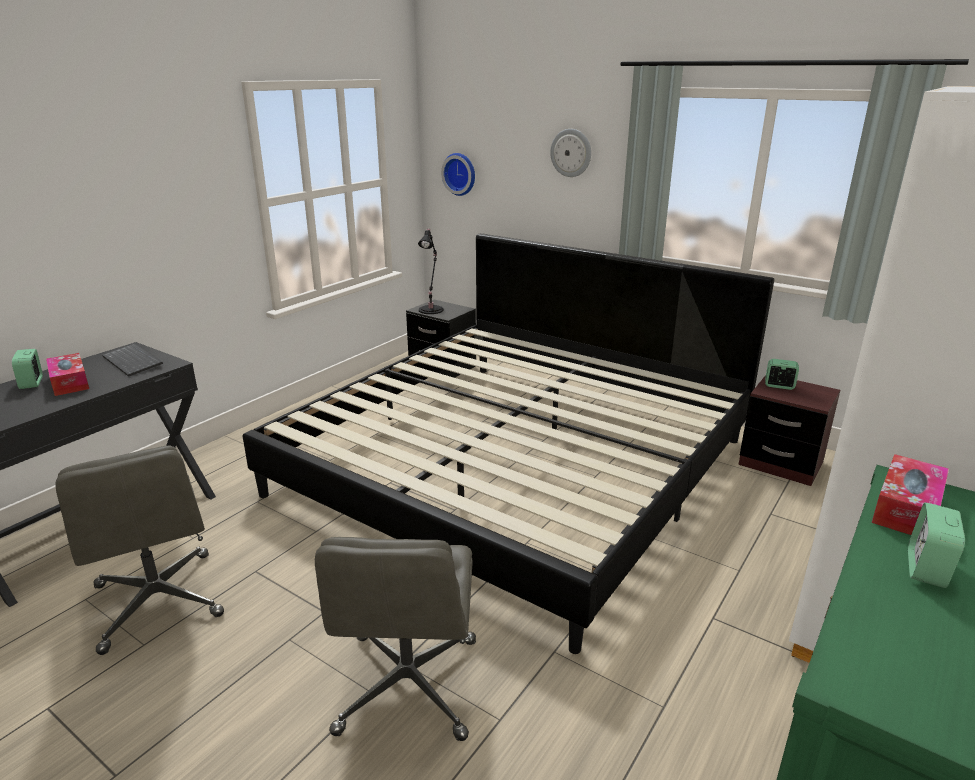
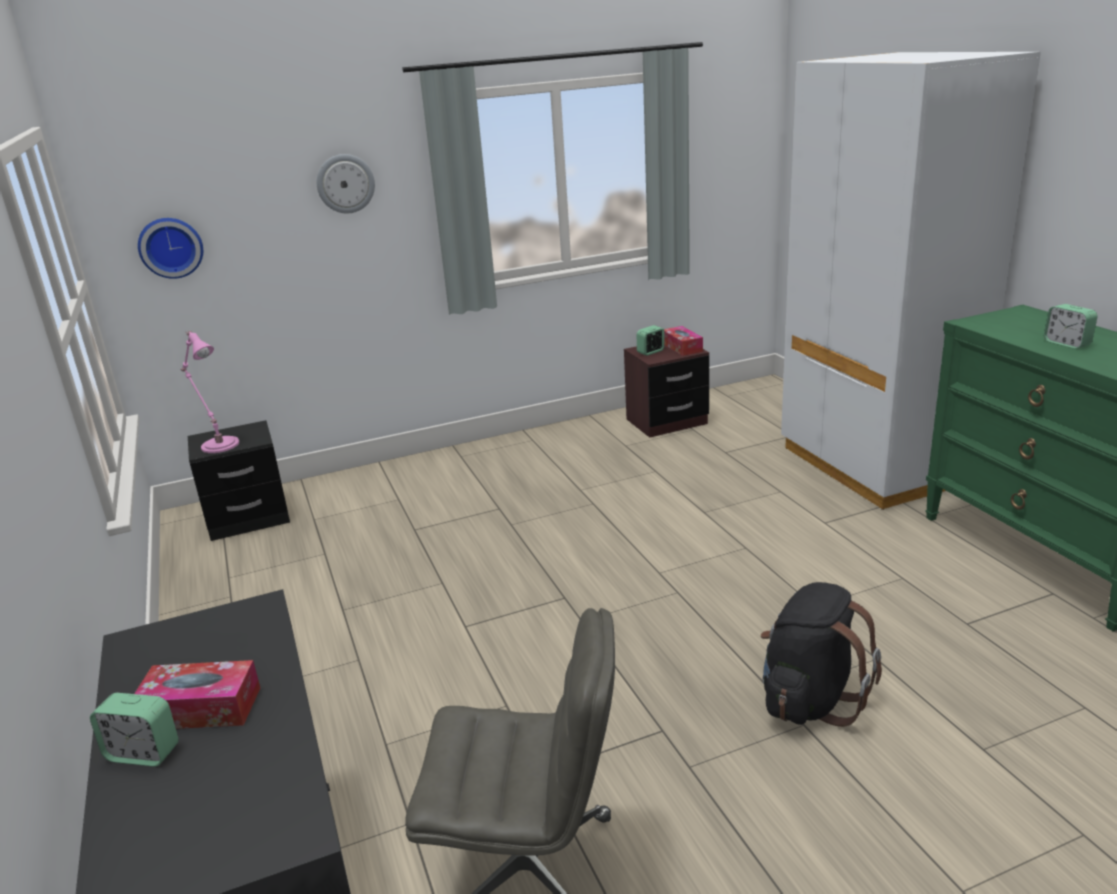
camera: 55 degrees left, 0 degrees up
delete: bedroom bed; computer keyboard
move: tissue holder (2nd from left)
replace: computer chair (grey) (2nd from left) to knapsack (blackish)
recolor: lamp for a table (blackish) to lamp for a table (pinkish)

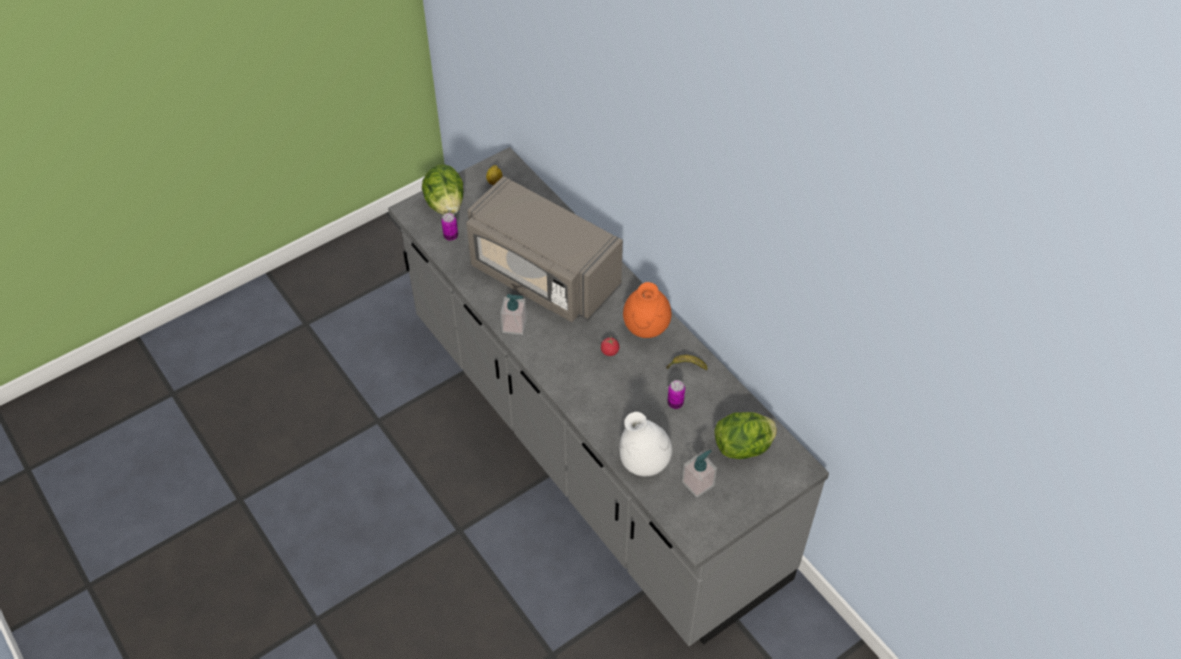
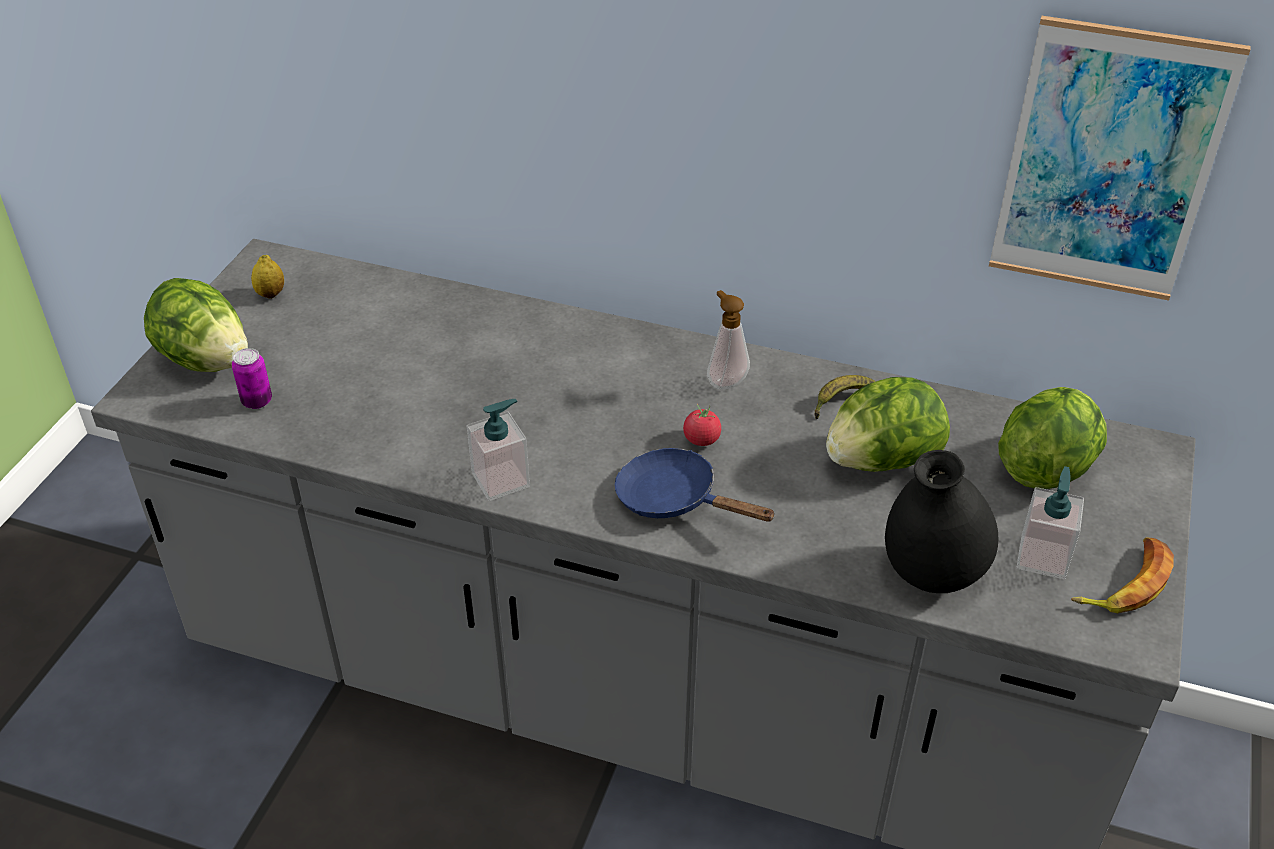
camera: 35 degrees left, 10 degrees down
delete: microwave oven (grey)
insert: picture; pan (blue); banana (2nd from left)
replace: flower vase (orange-coloured) to soap dispenser (2nd from left); sealed can (2nd from left) to lettuce (2nd from left)
recolor: flower vase (white) to flower vase (blackish)

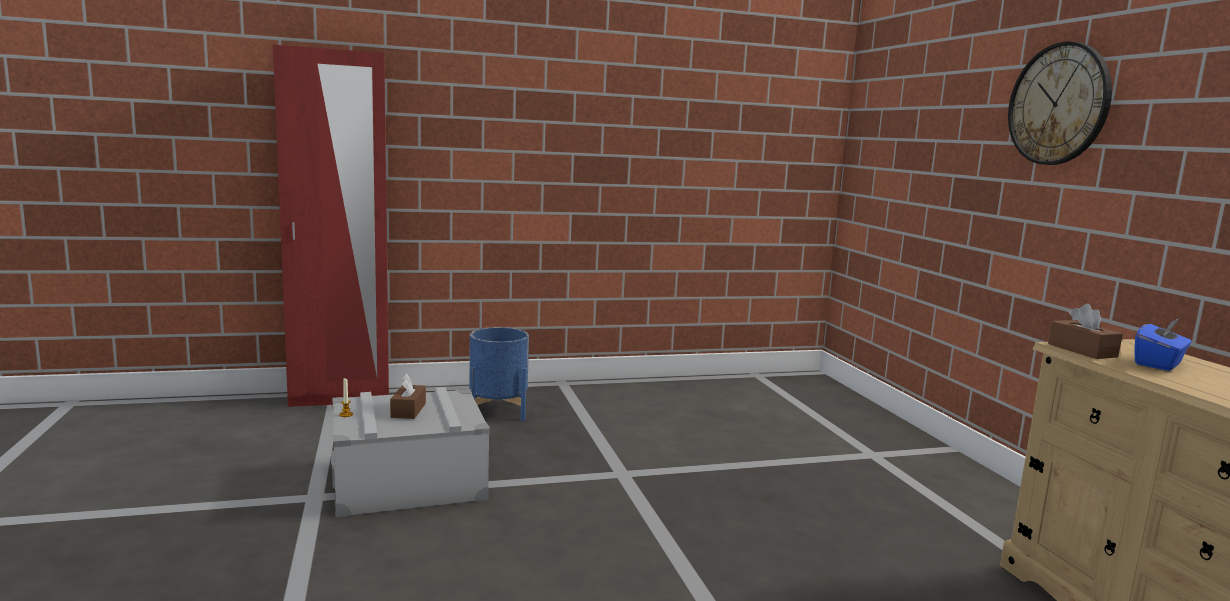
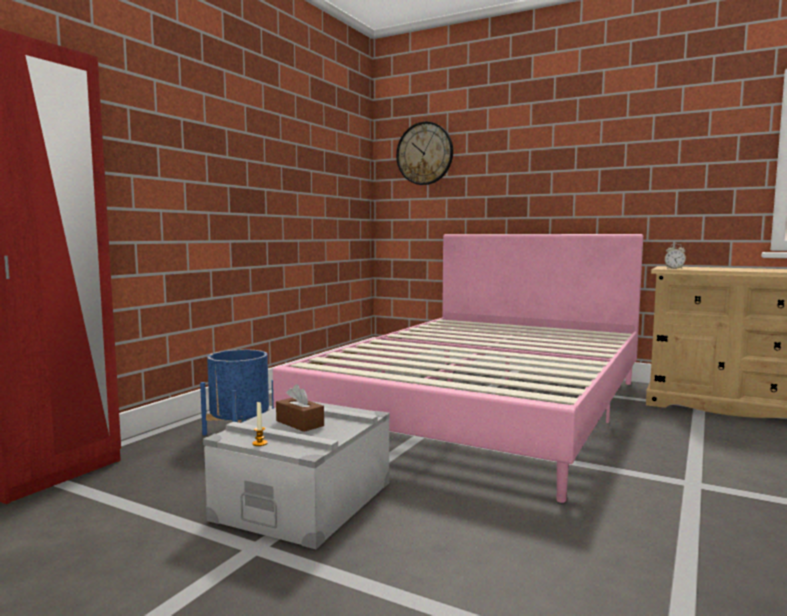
camera: 45 degrees left, 5 degrees down
delete: tissue holder (blue)
insert: bedroom bed (pinkish)
move: hanging clock
replace: tissue holder (brown-coloured) (2nd from left) to alarm clock

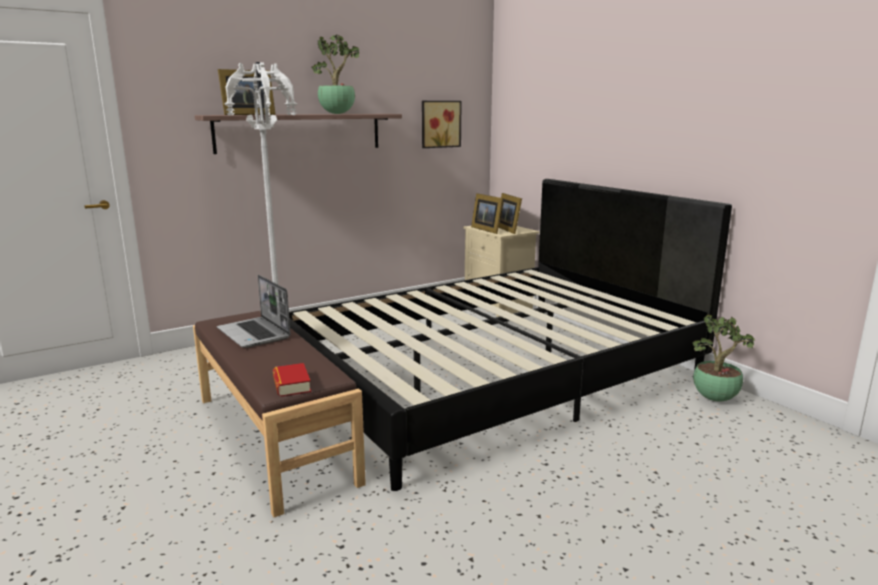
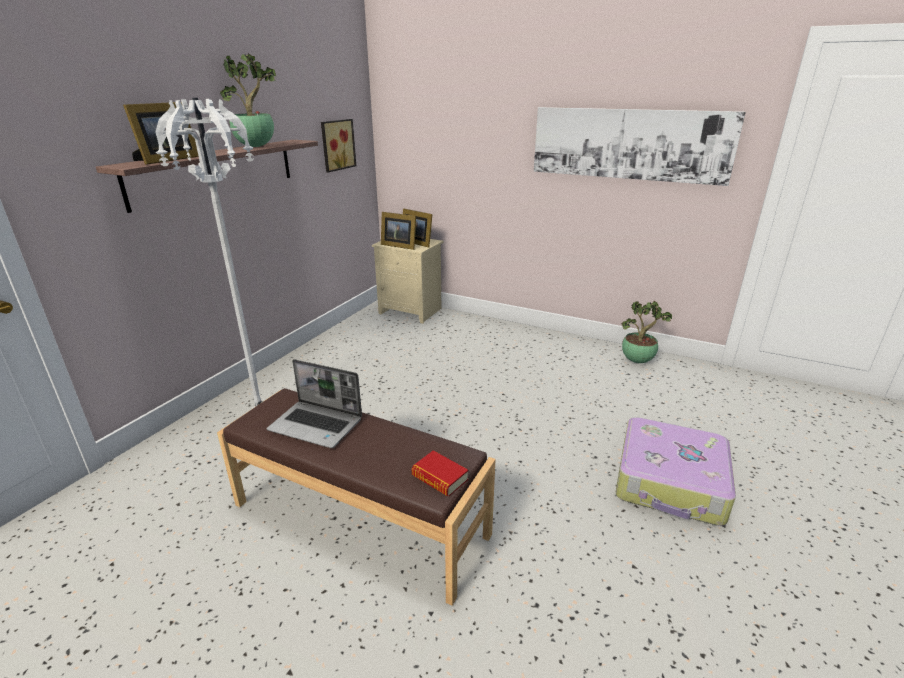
camera: 30 degrees left, 10 degrees up
delete: bedroom bed (blackish)
insert: picture (2nd from left); piece of luggage

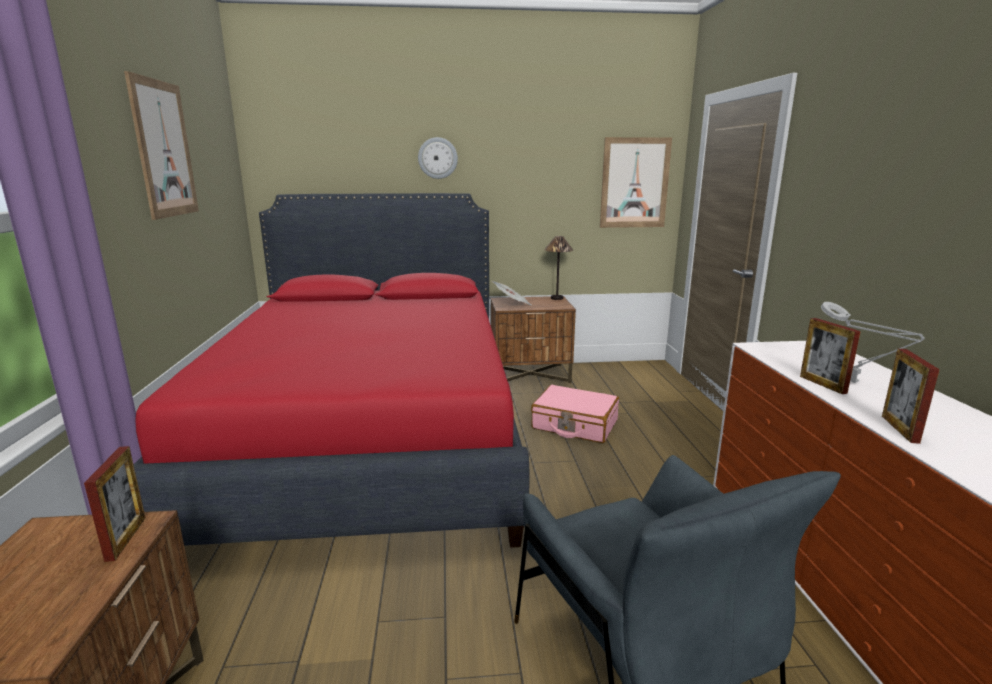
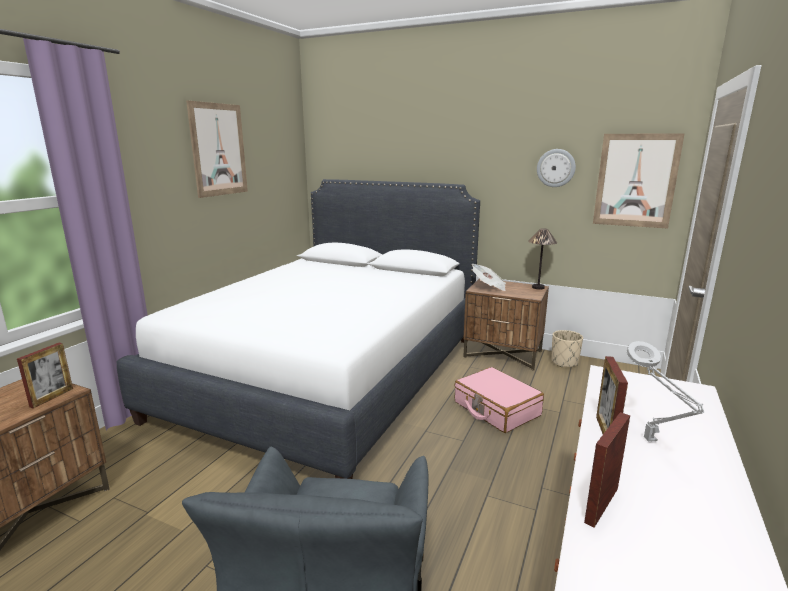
camera: 30 degrees right, 0 degrees up
insert: plant pot (beige-coloured)
move: hanging clock
recolor: bedroom bed (red-coloured) to bedroom bed (white)

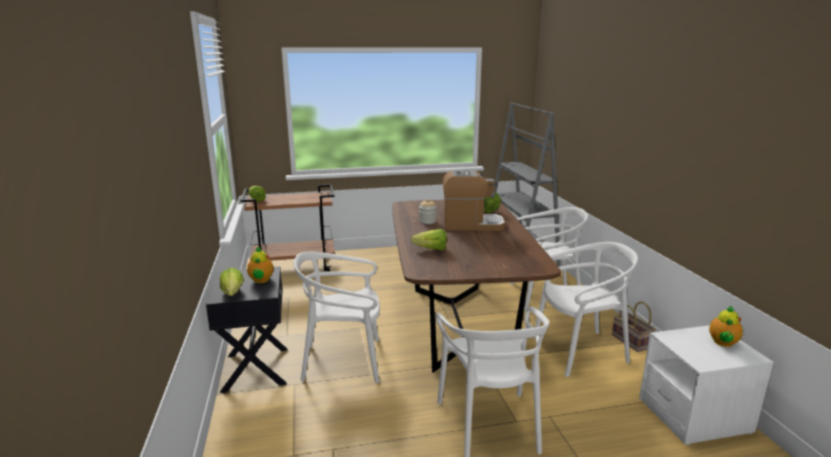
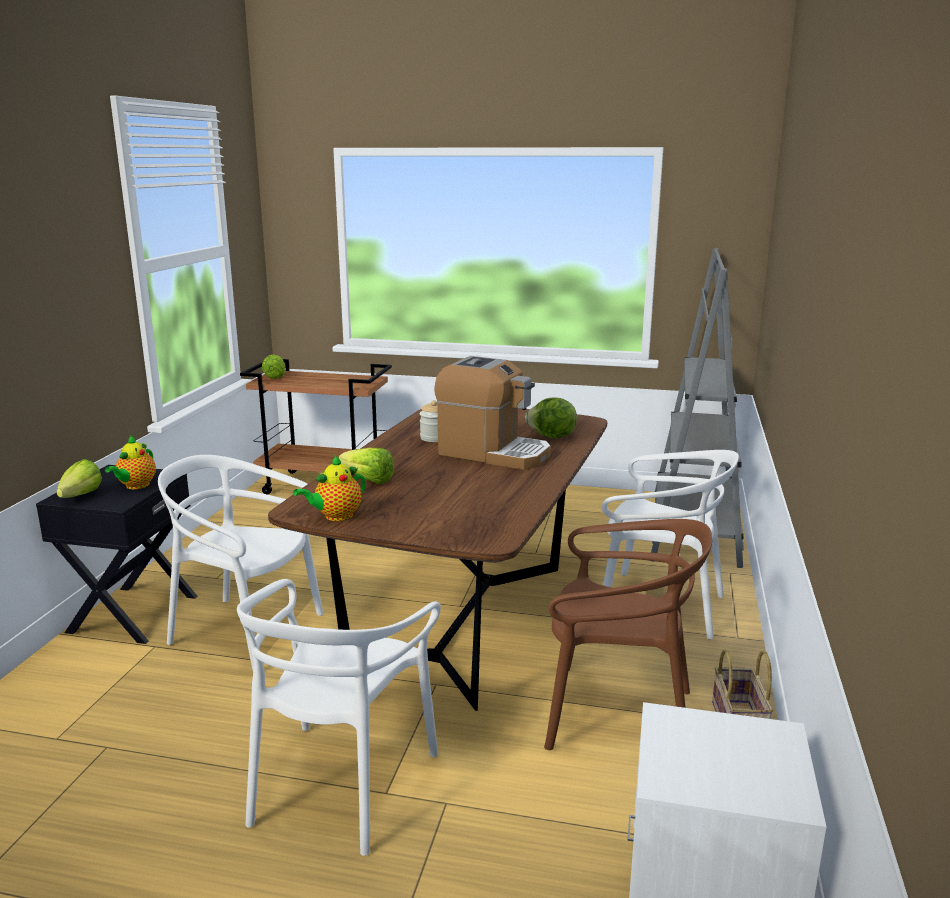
camera: 25 degrees right, 0 degrees up
move: pot for tea (2nd from left)
recolor: chair (white) (4th from left) to chair (brown-coloured)

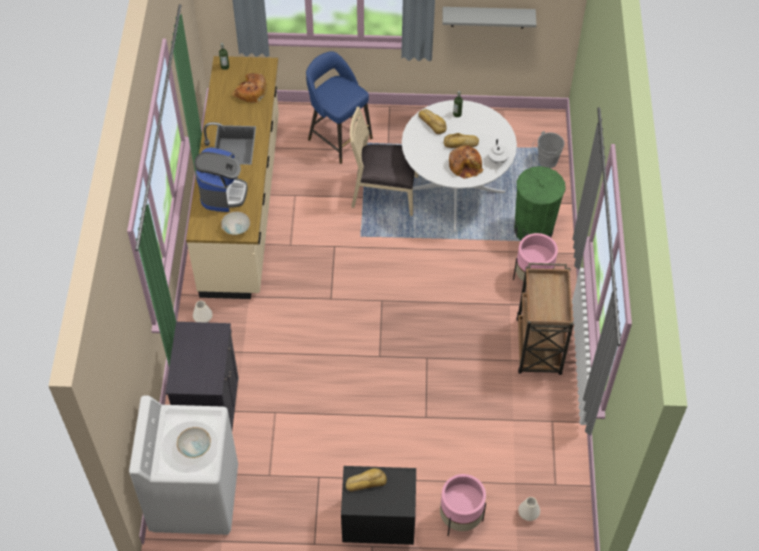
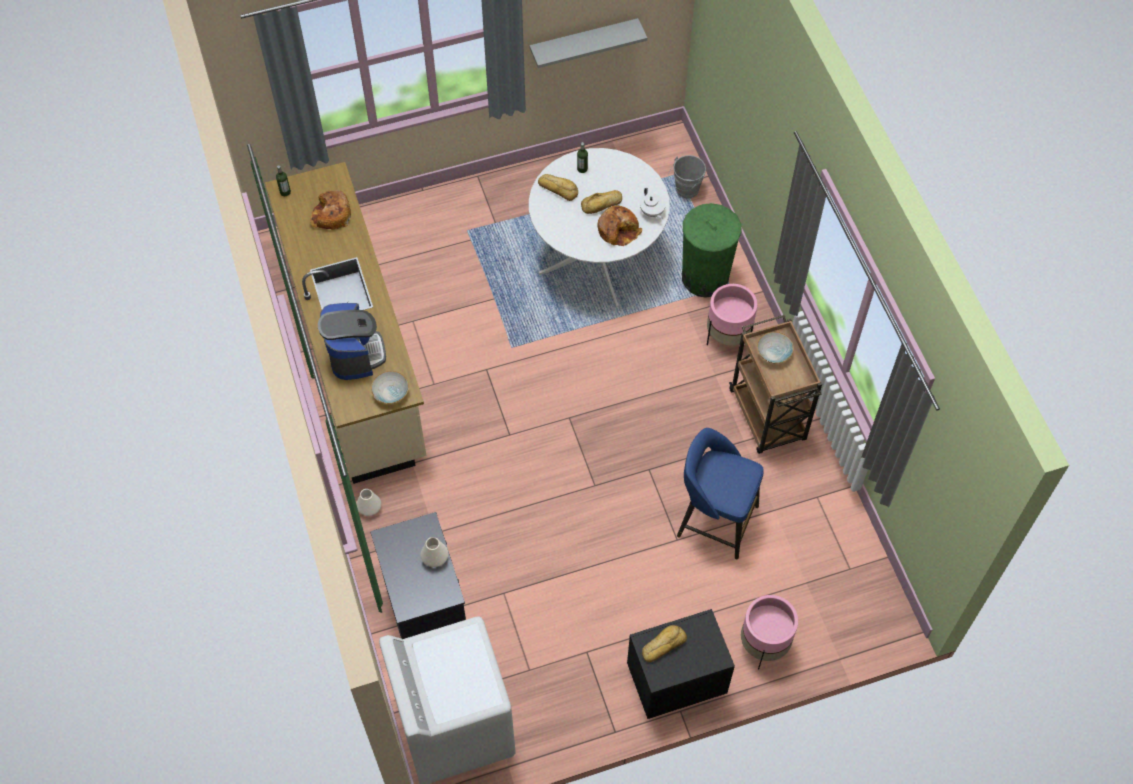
camera: 20 degrees left, 5 degrees up
delete: chair (beige-coloured)
move: stool (blue); deep dish (1st from left in the first image) to deep dish (2nd from left); flower vase (white) (2nd from left)

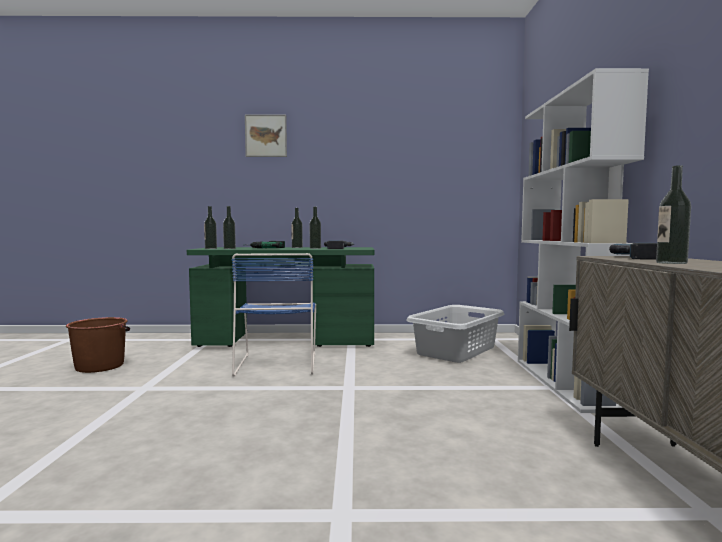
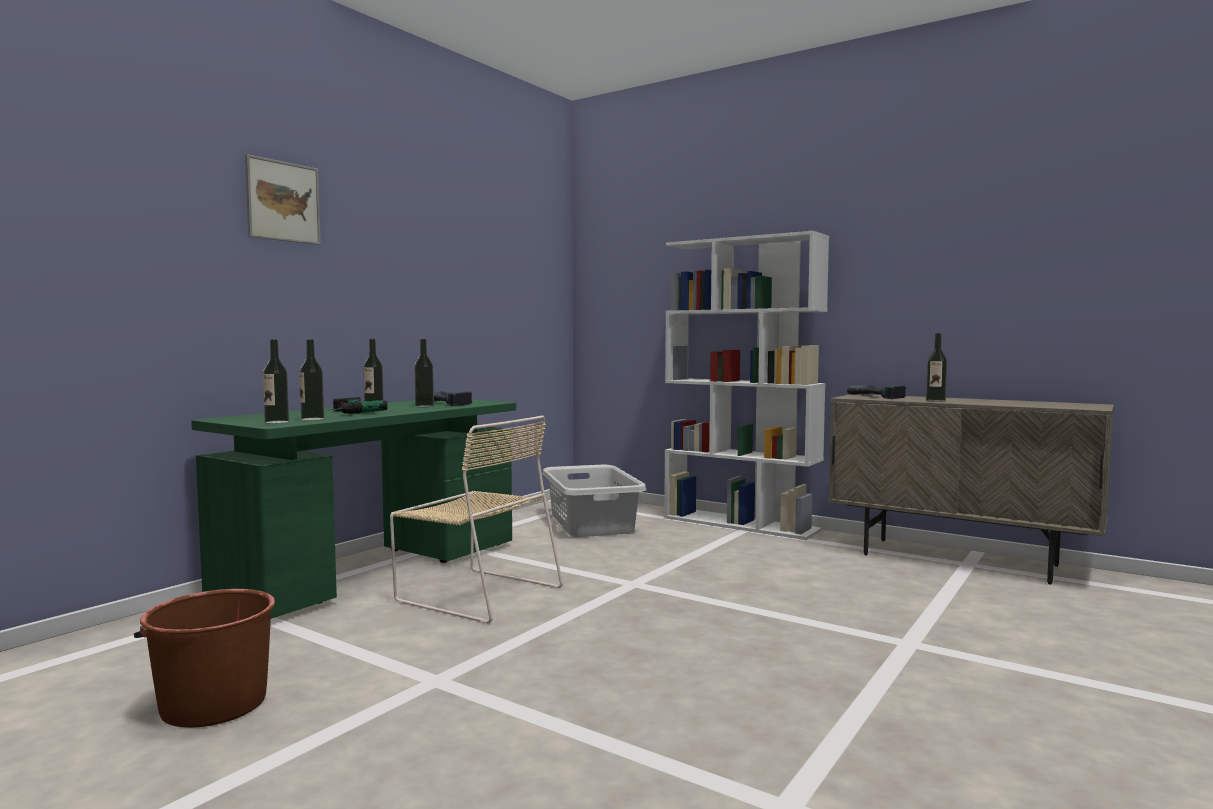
camera: 55 degrees left, 0 degrees up
recolor: chair (blue) to chair (beige-coloured)

